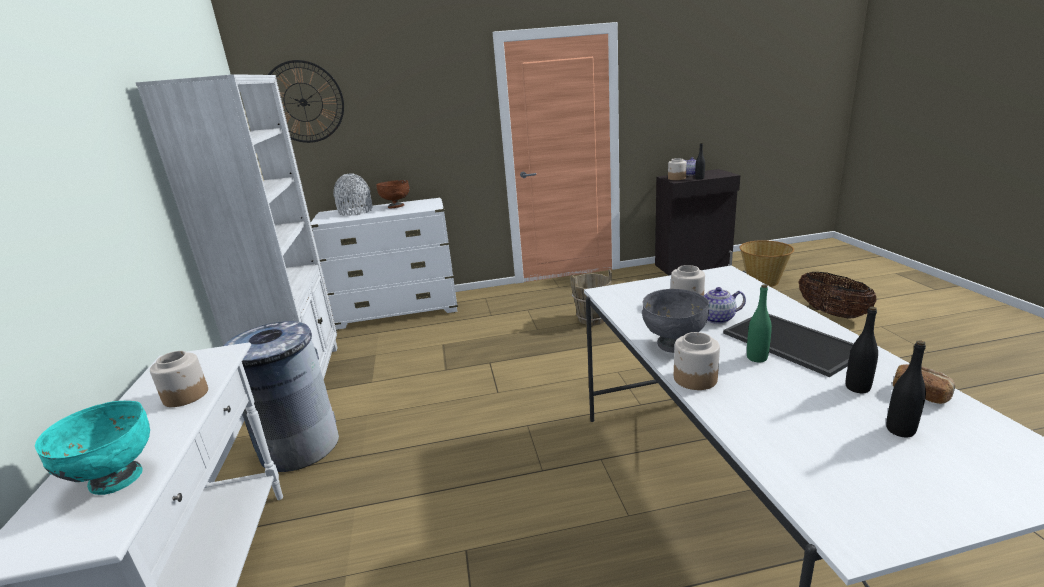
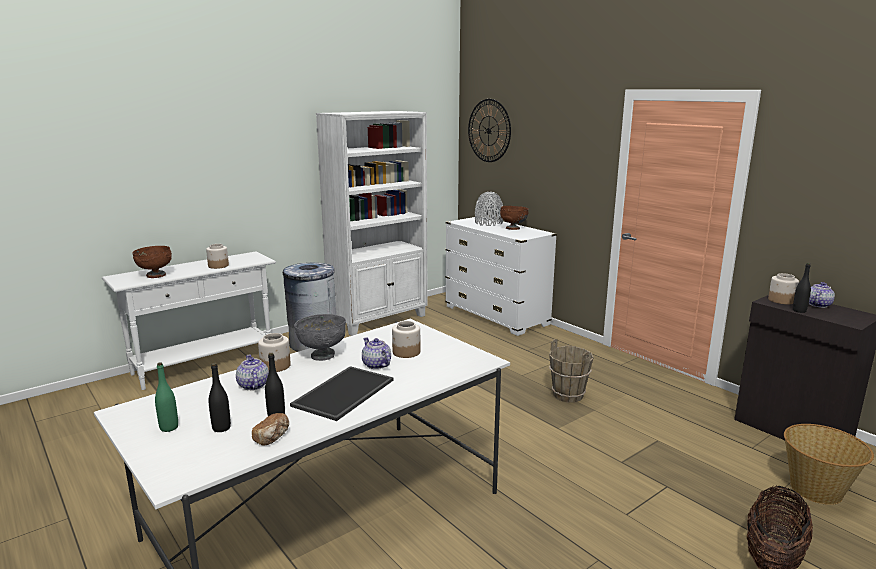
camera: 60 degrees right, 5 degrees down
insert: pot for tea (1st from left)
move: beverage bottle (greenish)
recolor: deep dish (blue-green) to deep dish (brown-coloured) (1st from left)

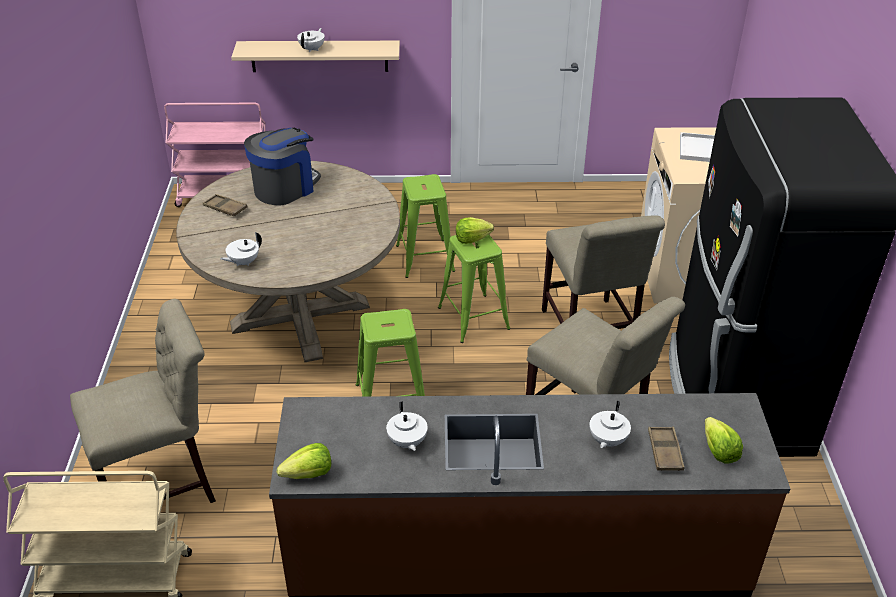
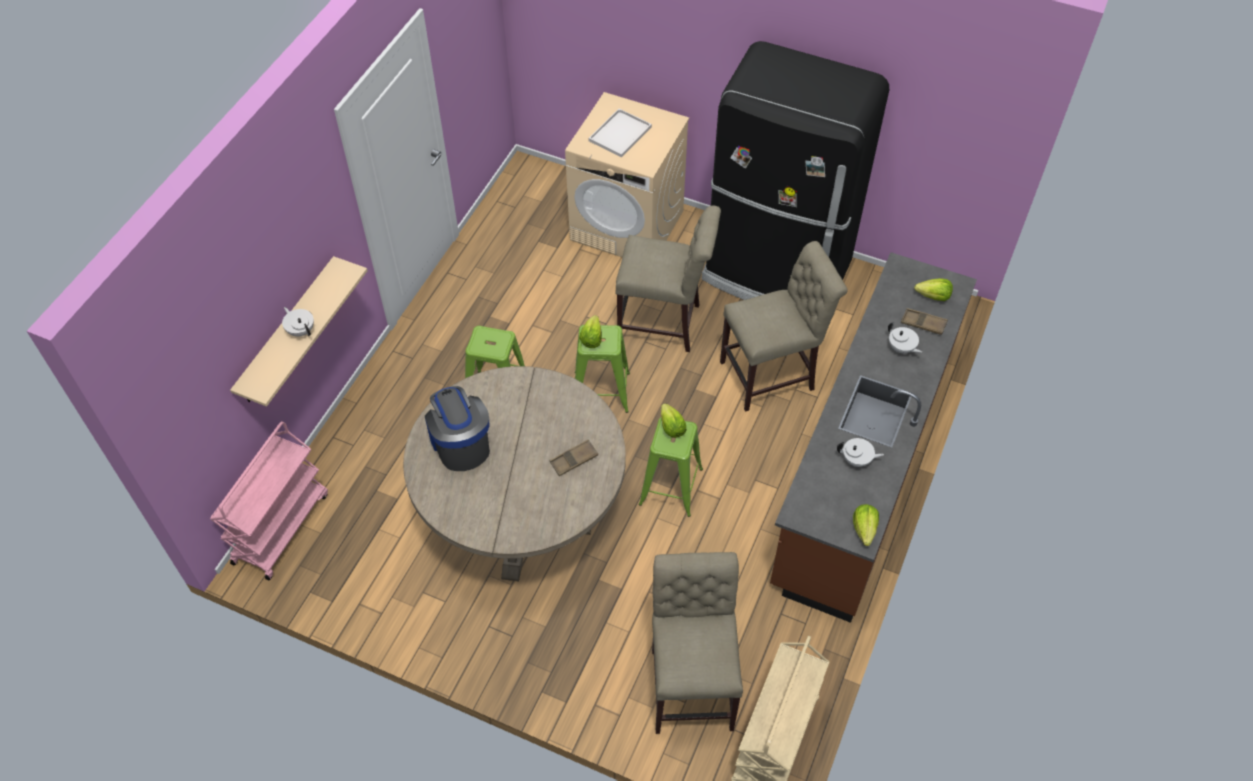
camera: 65 degrees left, 15 degrees up
delete: pot for tea (white) (1st from left)
insert: lettuce (2nd from left)
move: tray (brown-coloured) (1st from left)

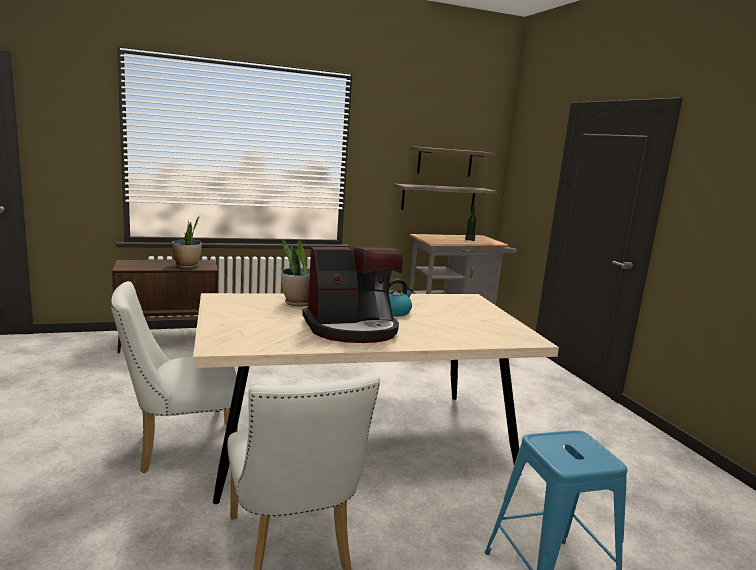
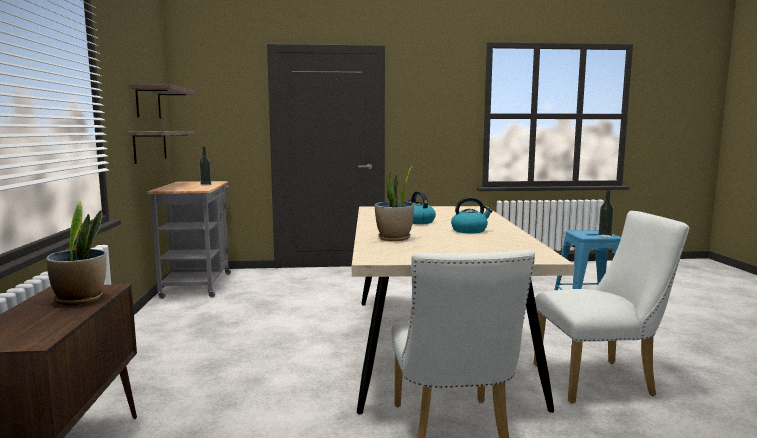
camera: 75 degrees left, 5 degrees down
insert: beverage bottle (2nd from left)
replace: coffee brewer to kettle (2nd from left)

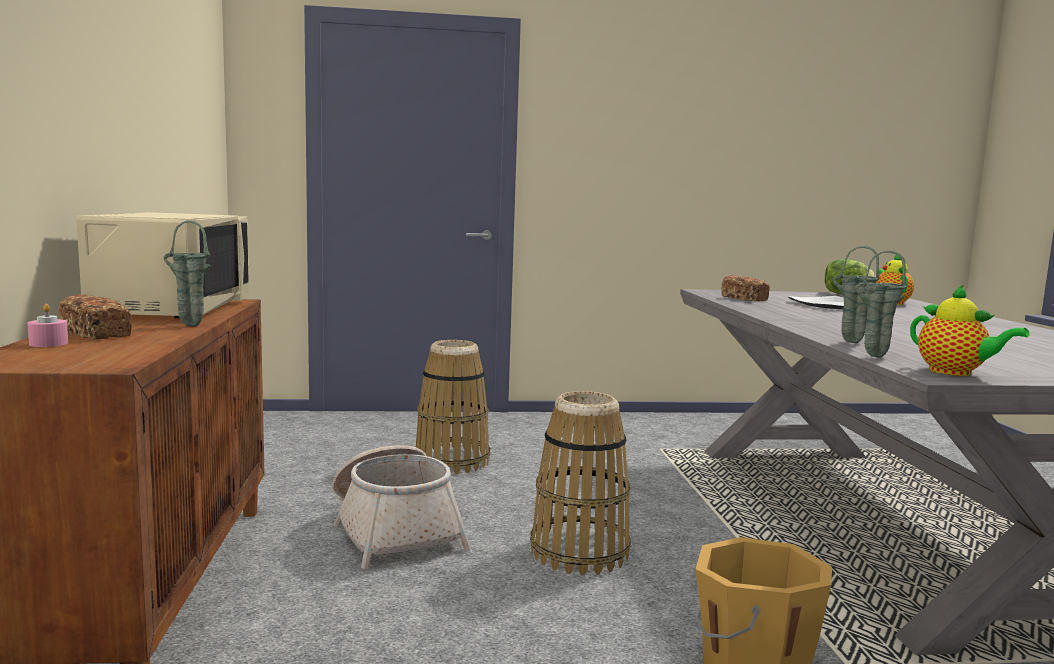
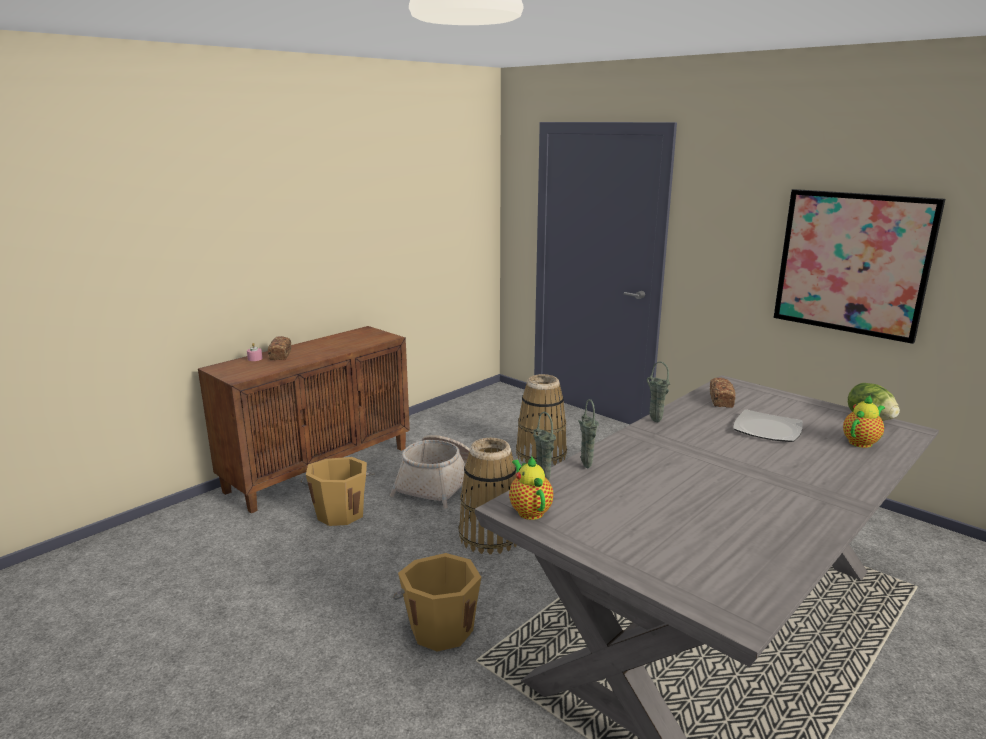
camera: 50 degrees right, 10 degrees up
delete: microwave oven (beige-coloured)
insert: picture; bucket (orange-coloured) (1st from left)
move: flower vase (greenish) (1st from left in the first image) to flower vase (greenish) (3rd from left)
rotate: pot for tea (2nd from left in the first image) 150 degrees clockwise

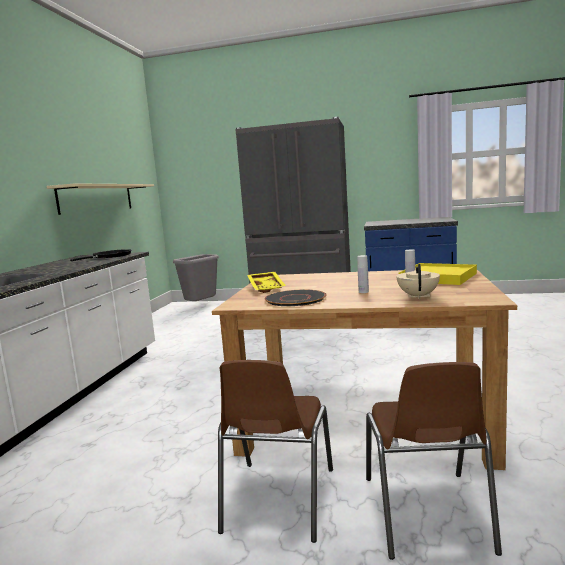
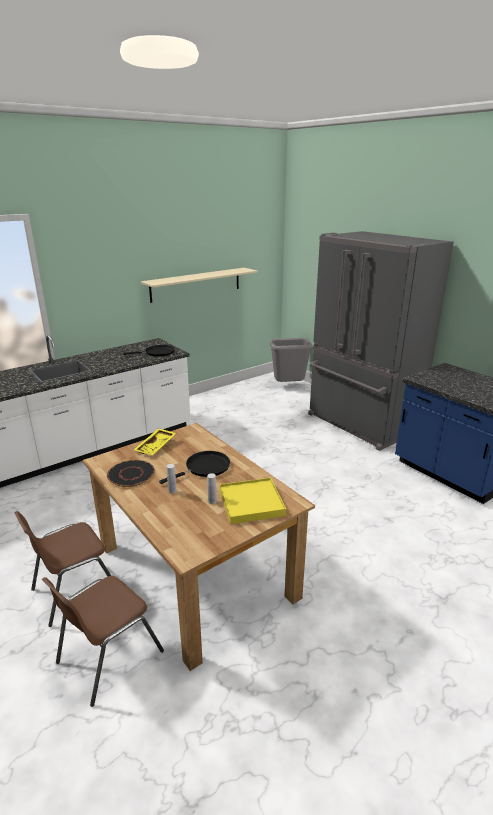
camera: 40 degrees right, 15 degrees up
delete: pot for tea (beige-coloured)
insert: pan (blackish) (2nd from left)

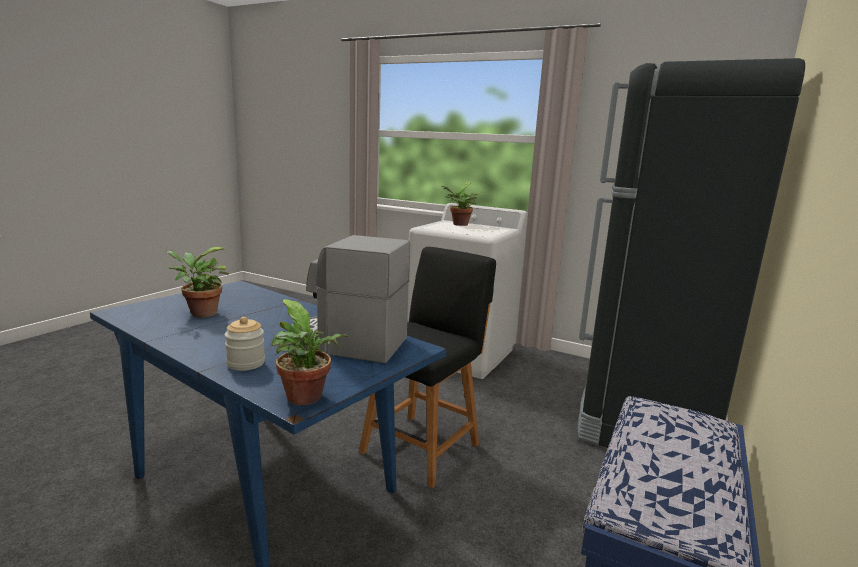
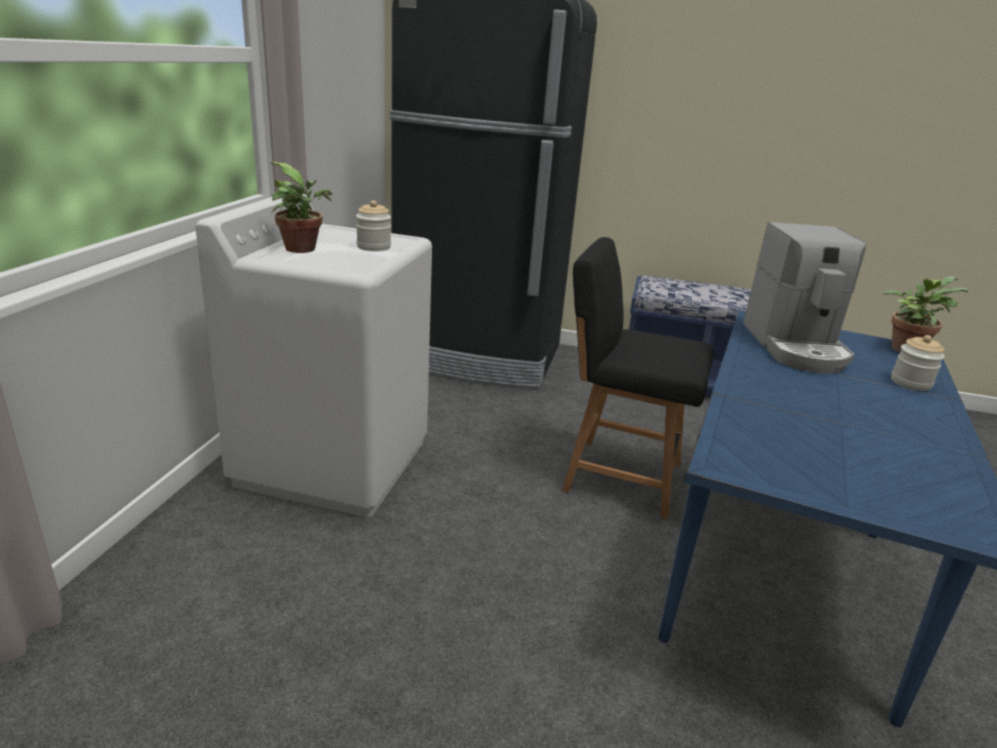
camera: 105 degrees left, 10 degrees up
delete: houseplant (1st from left)
insert: storage jar (1st from left)

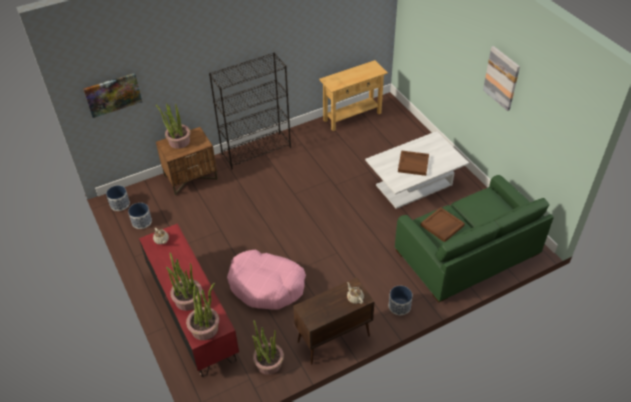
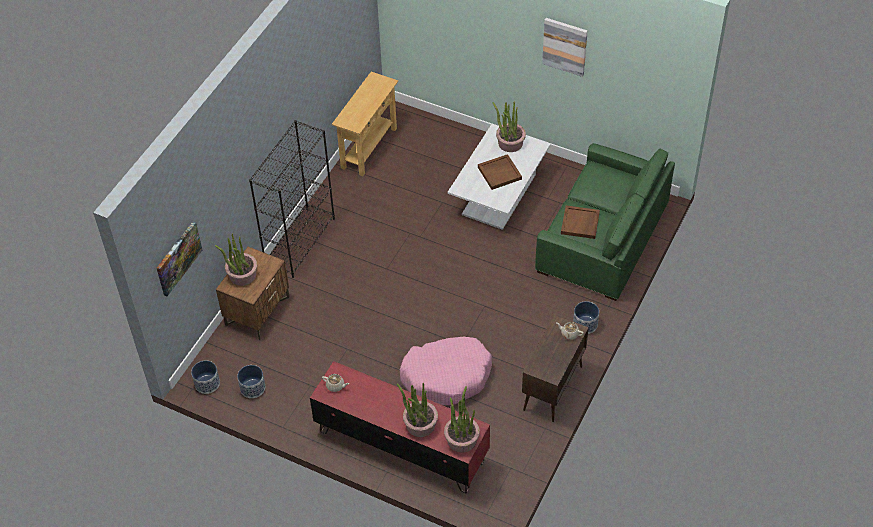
camera: 35 degrees left, 5 degrees up
move: houseplant (4th from left)

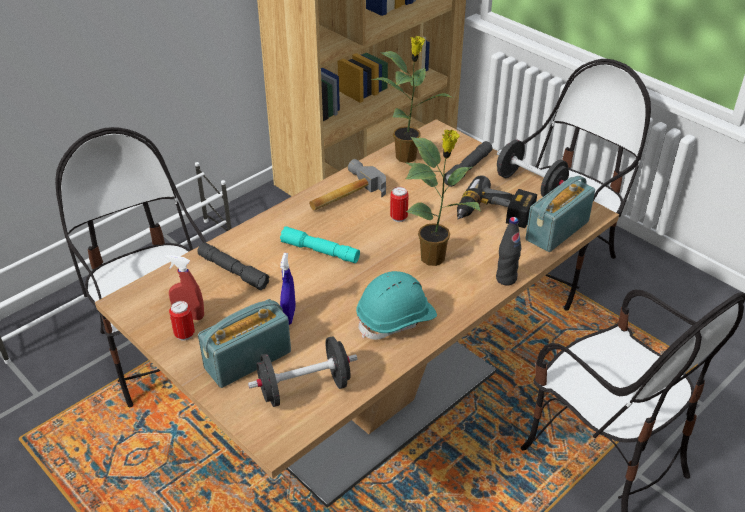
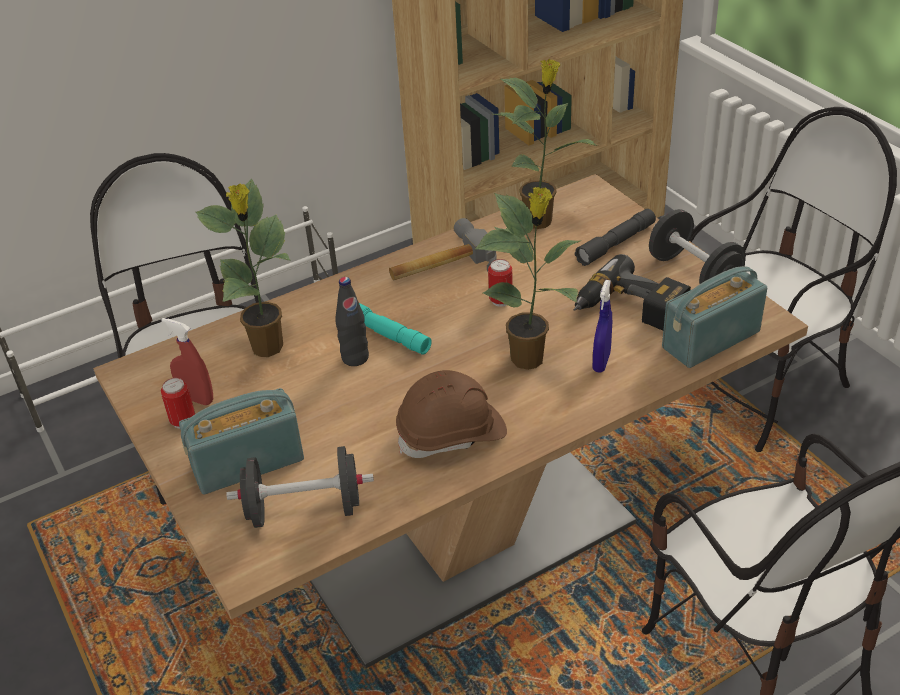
camera: 15 degrees right, 0 degrees up
move: beverage bottle (blackish); sprayer (blue)
replace: torch (grey) (1st from left) to houseplant (1st from left)
recolor: safety helmet (blue-green) to safety helmet (brown-coloured)

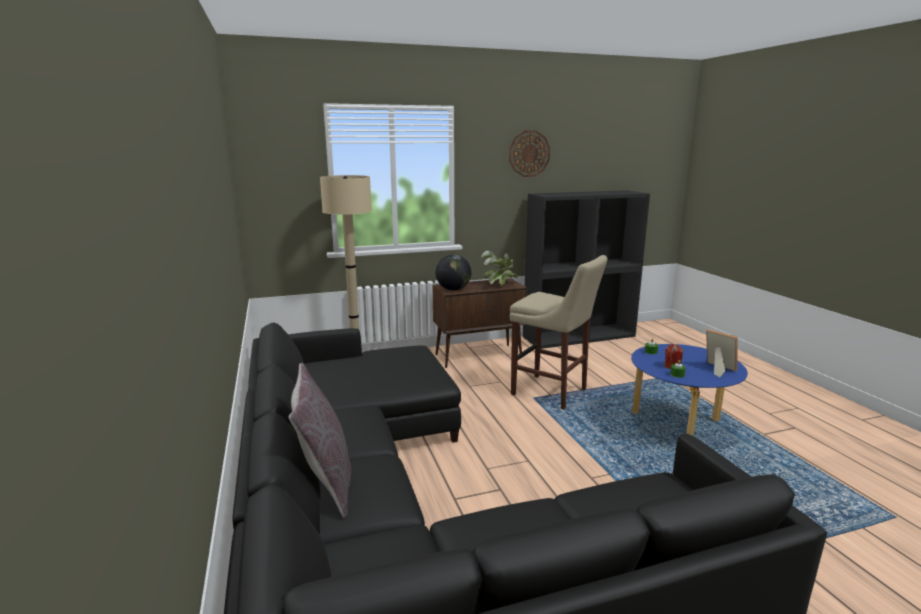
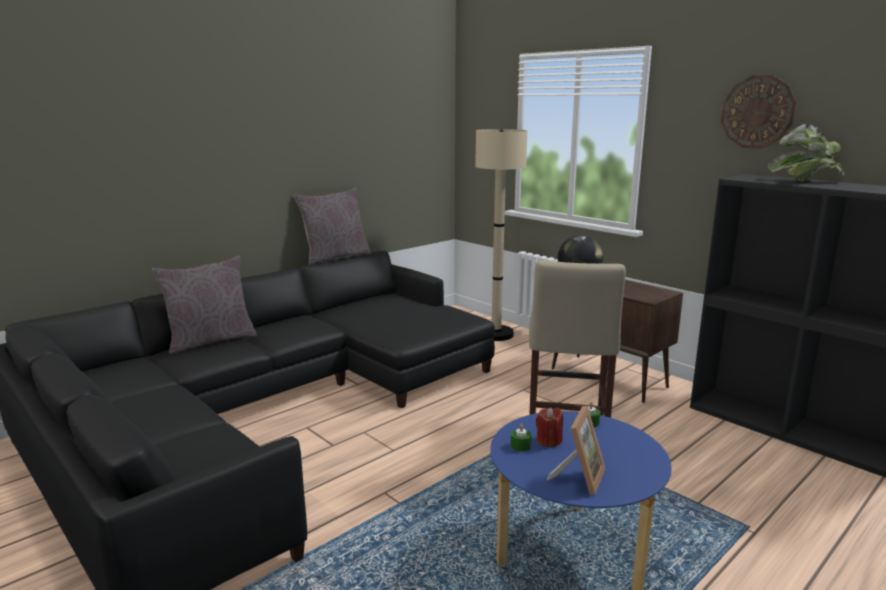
camera: 65 degrees right, 0 degrees up
insert: throw pillow (grey) (2nd from left)
move: houseplant

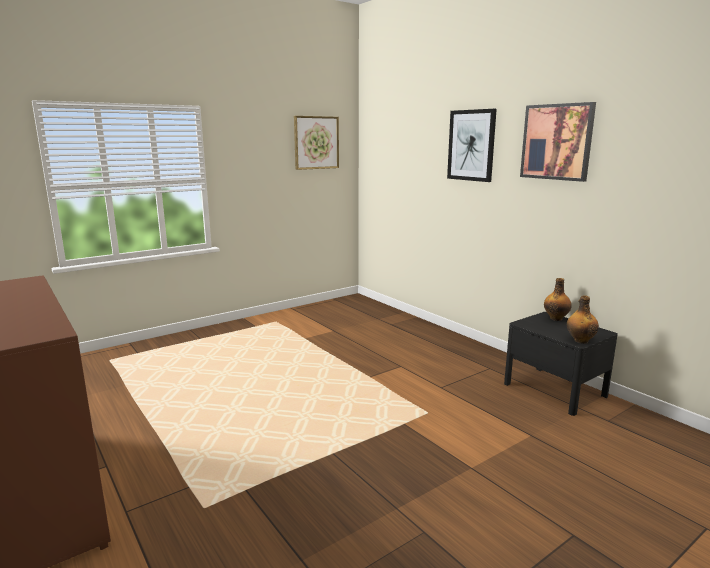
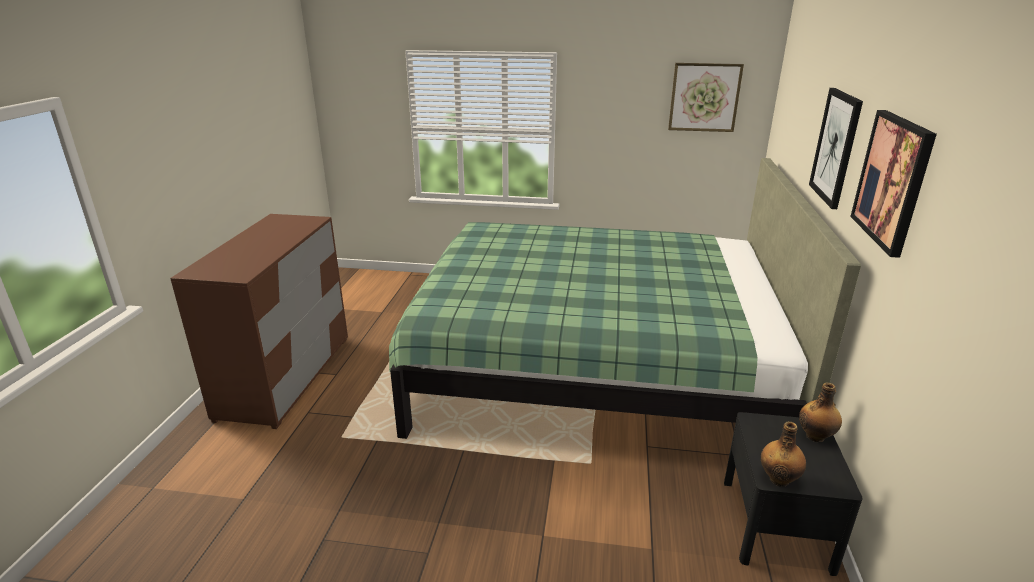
camera: 45 degrees right, 10 degrees up
insert: bedroom bed (greenish)

